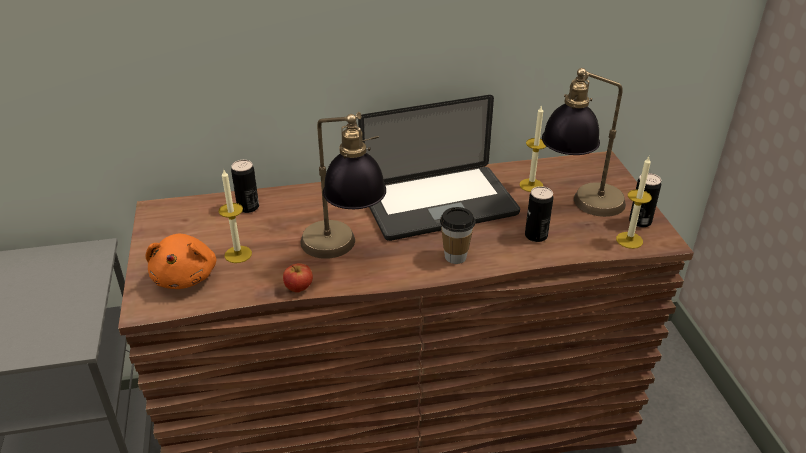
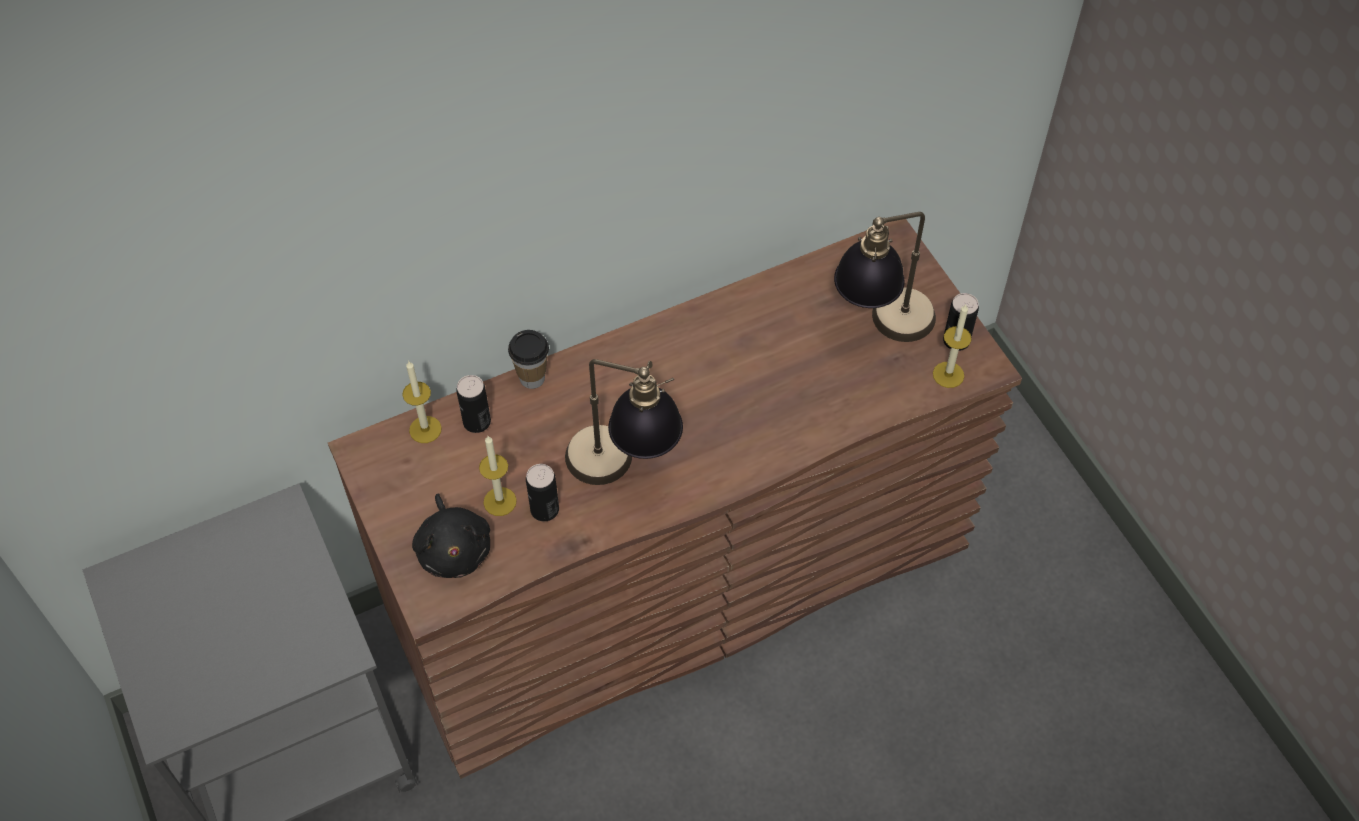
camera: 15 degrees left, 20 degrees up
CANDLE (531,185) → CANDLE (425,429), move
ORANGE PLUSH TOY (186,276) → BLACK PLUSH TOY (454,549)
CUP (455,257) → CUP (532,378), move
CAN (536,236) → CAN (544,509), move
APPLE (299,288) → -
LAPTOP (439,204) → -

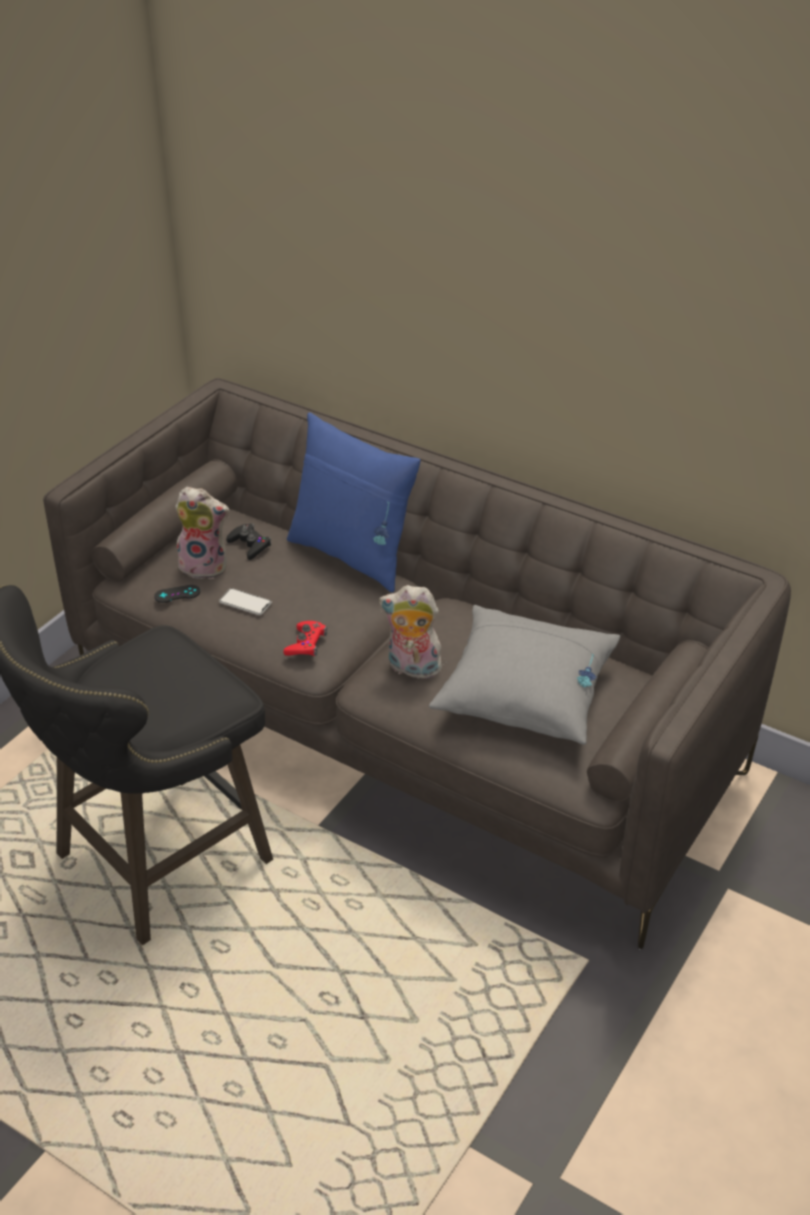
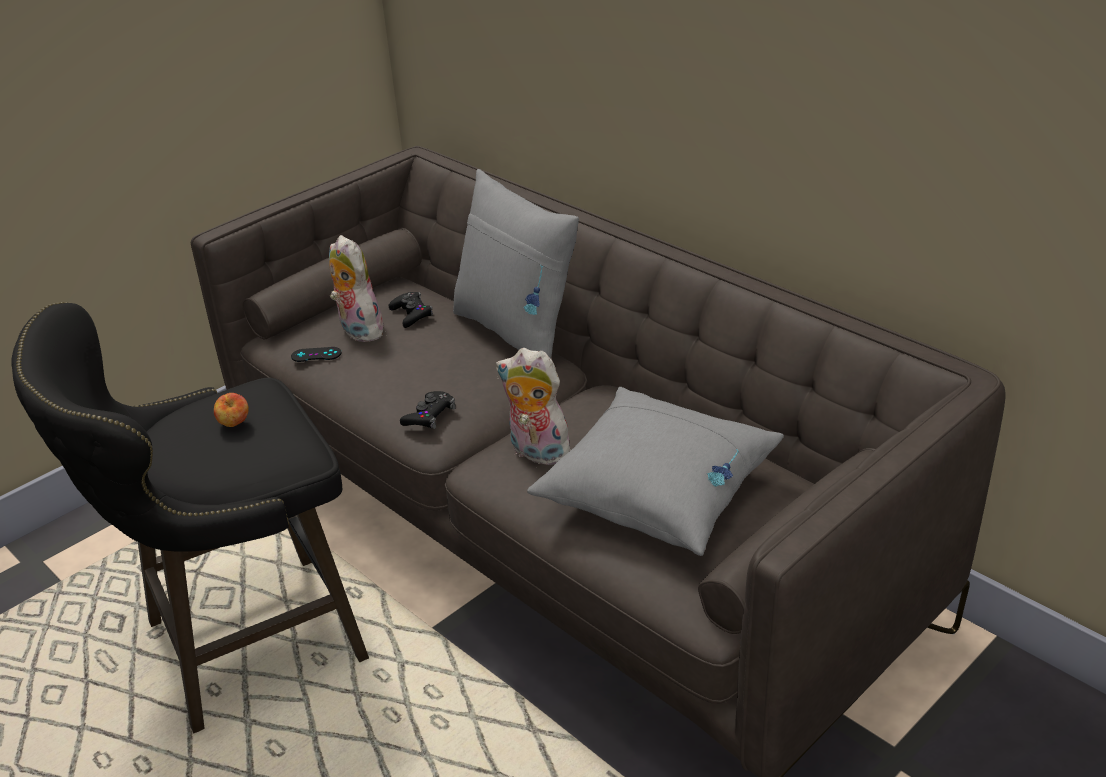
camera: 15 degrees right, 5 degrees down
- → APPLE (234,424)
PLUSH TOY (206,566) → PLUSH TOY (358,330), 150 degrees counterclockwise
RED GAME CONTROLLER (306,644) → BLACK GAME CONTROLLER (429,416)
BLUE PILLOW (351,556) → GREY PILLOW (516,333)
PHONE (245,603) → -

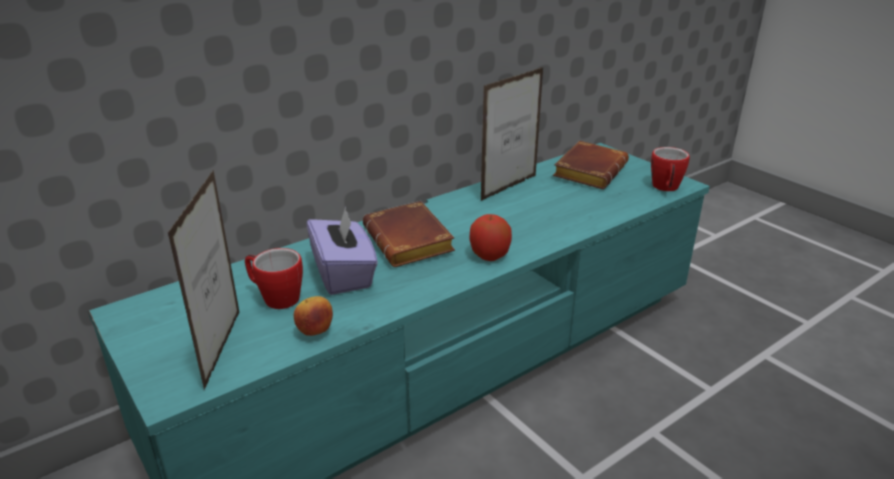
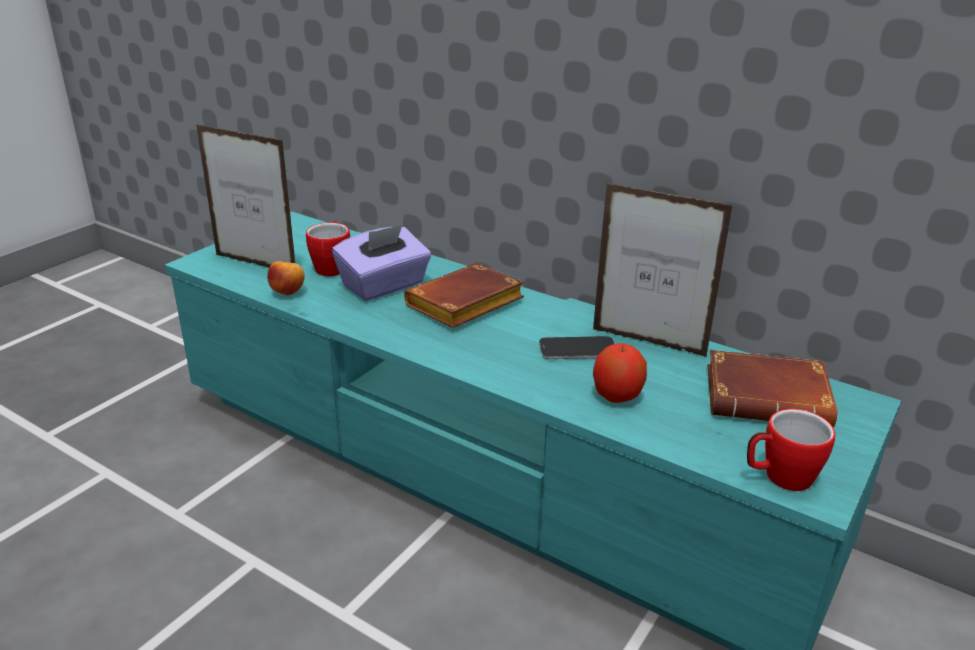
camera: 70 degrees right, 0 degrees up
PICTURE FRAME (223,348) → PICTURE FRAME (256,265), 135 degrees counterclockwise
- → PHONE (577,349)
APPLE (489,256) → APPLE (617,396), move

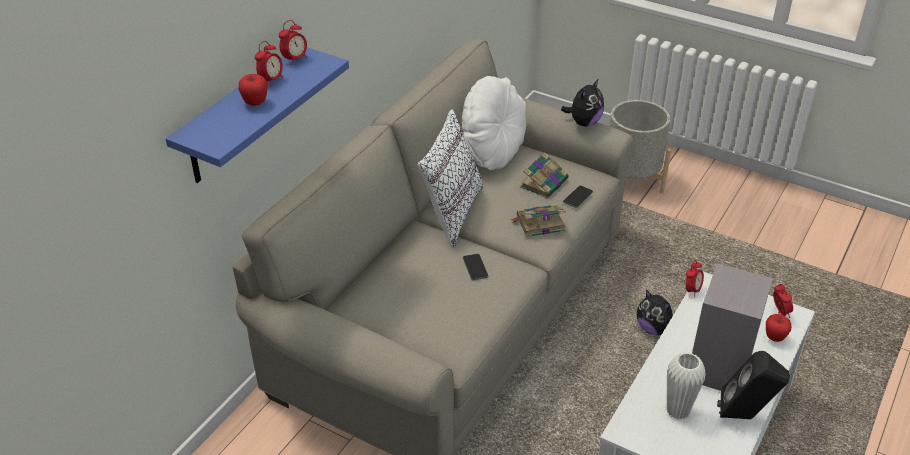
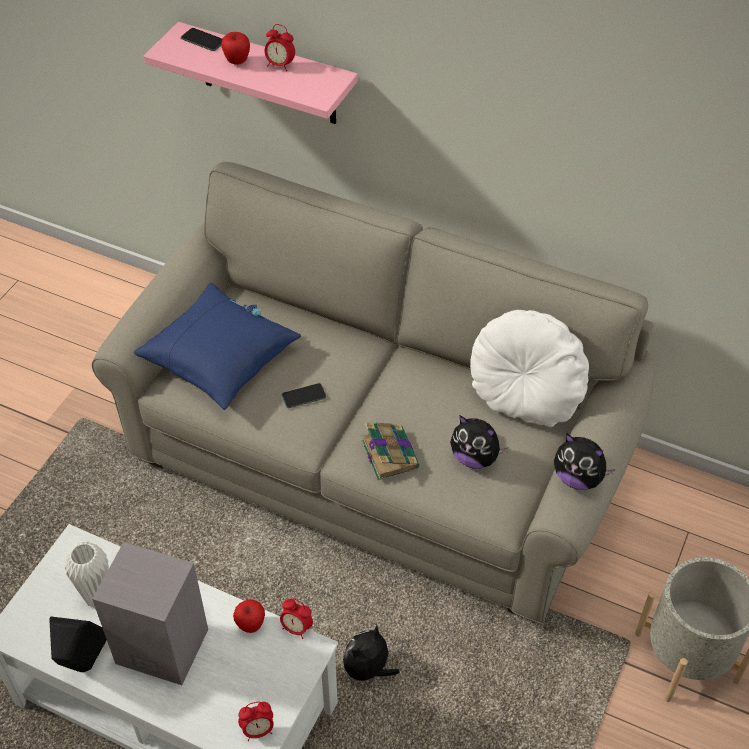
camera: 85 degrees right, 10 degrees up
- → BLUE PILLOW (219,359)
BLUE SHELF (240,116) → PINK SHELF (268,75)
PHONE (578,197) → PHONE (203,40), move
APPLE (774,337) → APPLE (250,625), move
BOOK (544,182) → PLUSH TOY (475,458)
ALARM CLOCK (295,59) → -
WHITE PILLOW (453,214) → -

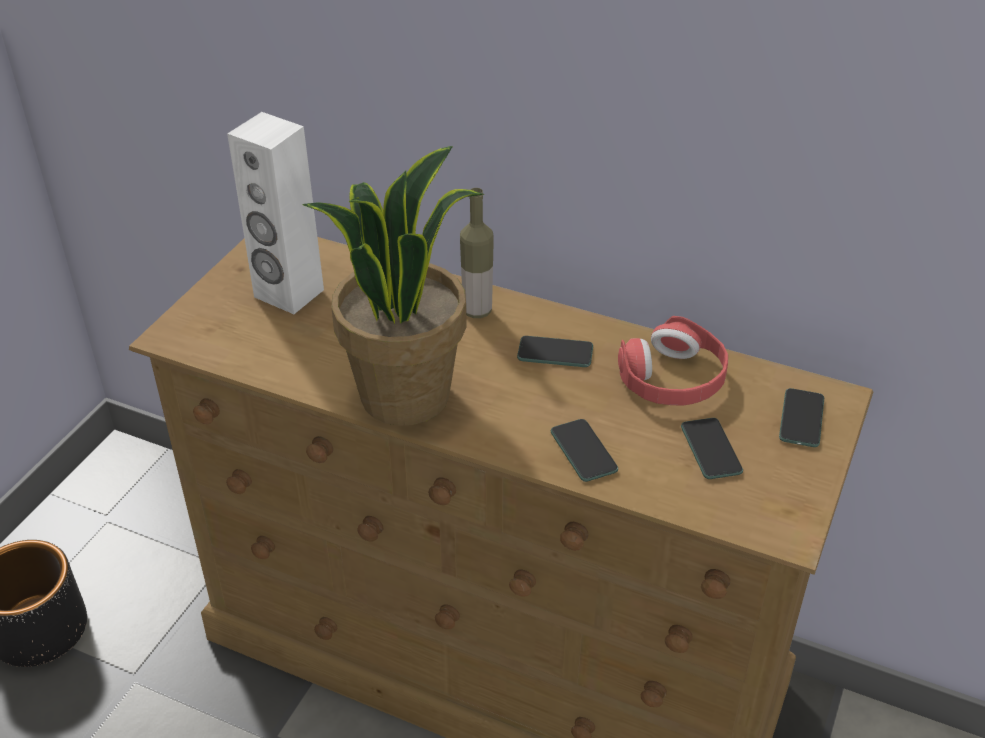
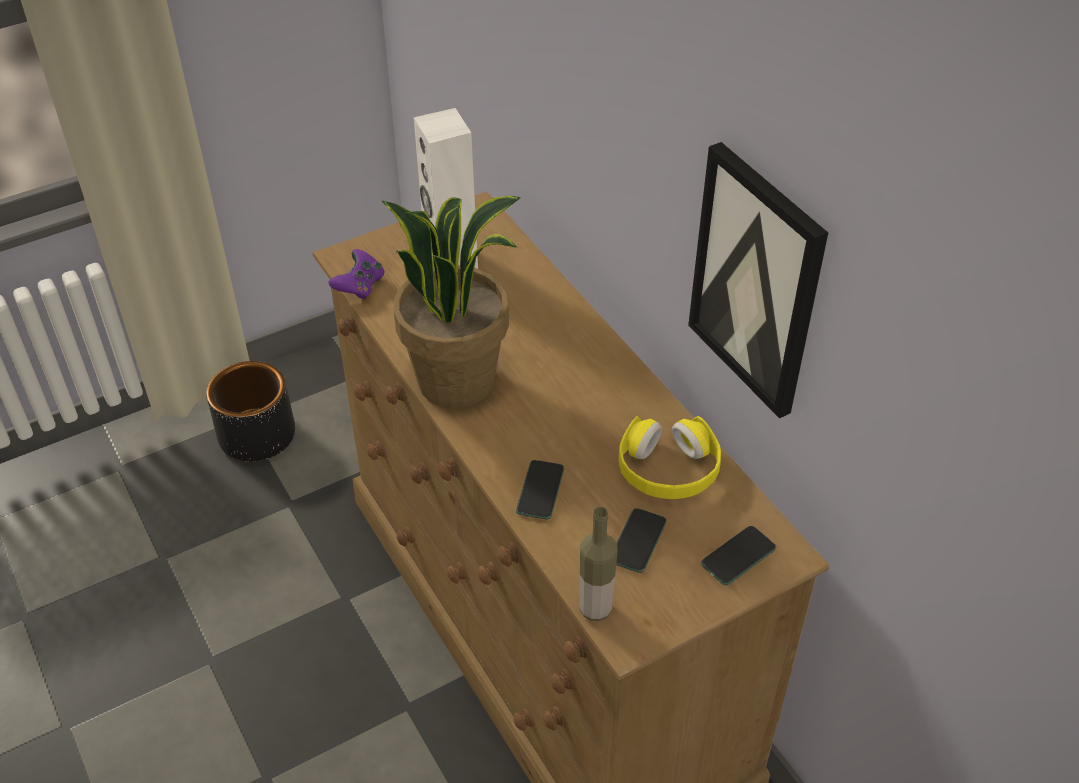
camera: 35 degrees right, 5 degrees up
- → PURPLE GAME CONTROLLER (360,286)
BOTTLE (477,311) → BOTTLE (595,609), move
RED HEADPHONES (672,378) → YELLOW HEADPHONES (668,468)
- → PICTURE (757,281)
PHONE (555,353) → -

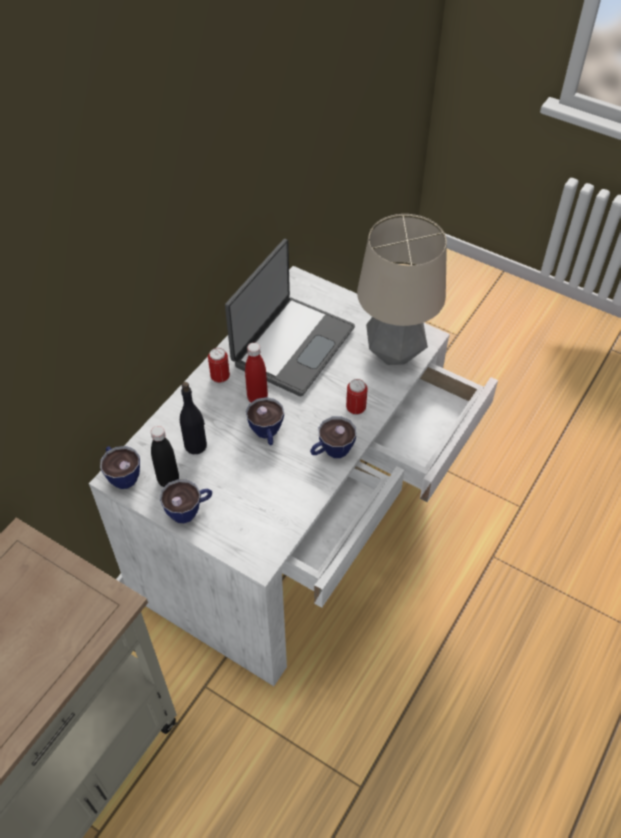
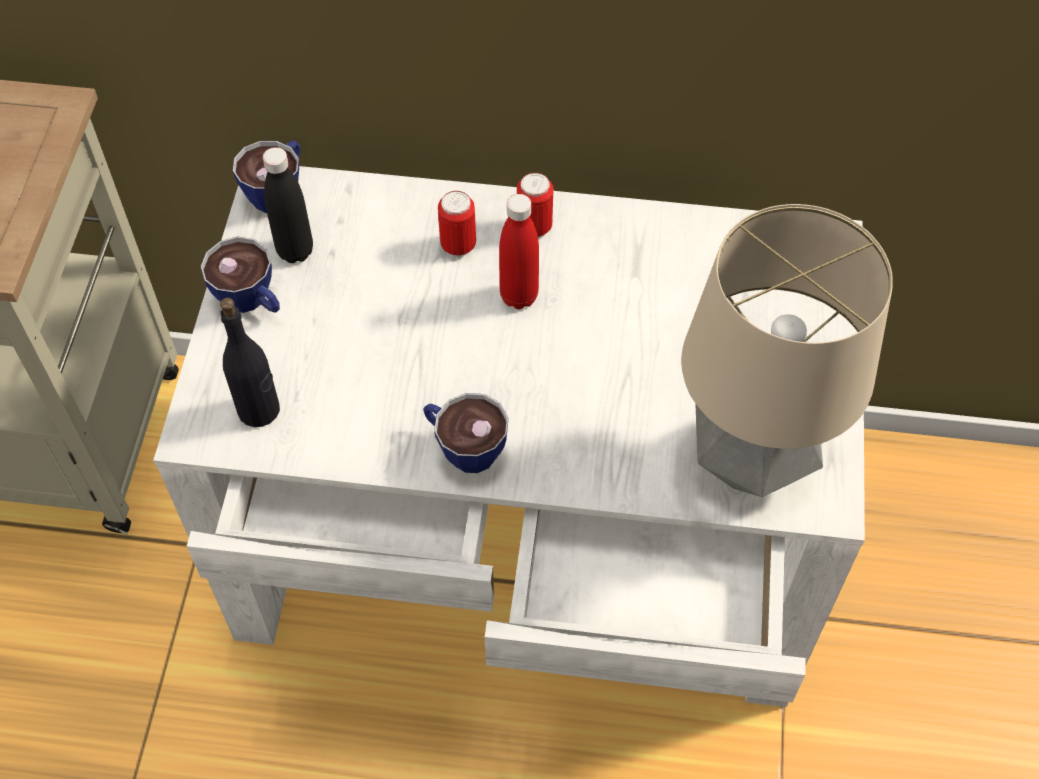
camera: 65 degrees right, 5 degrees up
BLACK BOTTLE (196,445) → BLACK BOTTLE (259,410), move
CAN (355,409) → CAN (458,246), move
LAPTOP (291,345) → -
CUP (267,434) → -

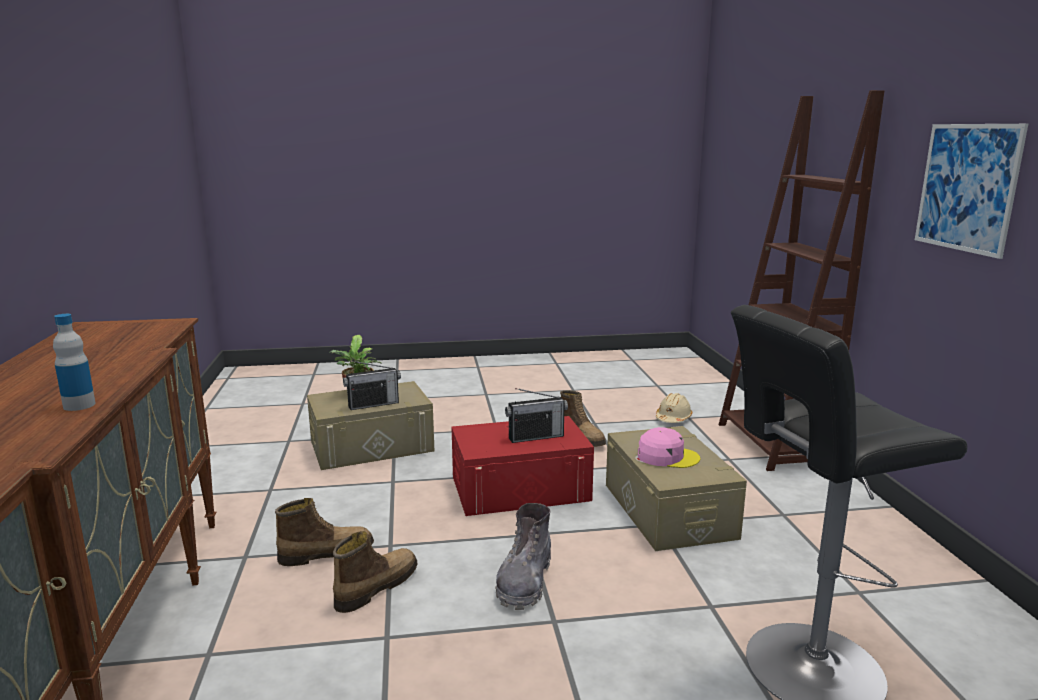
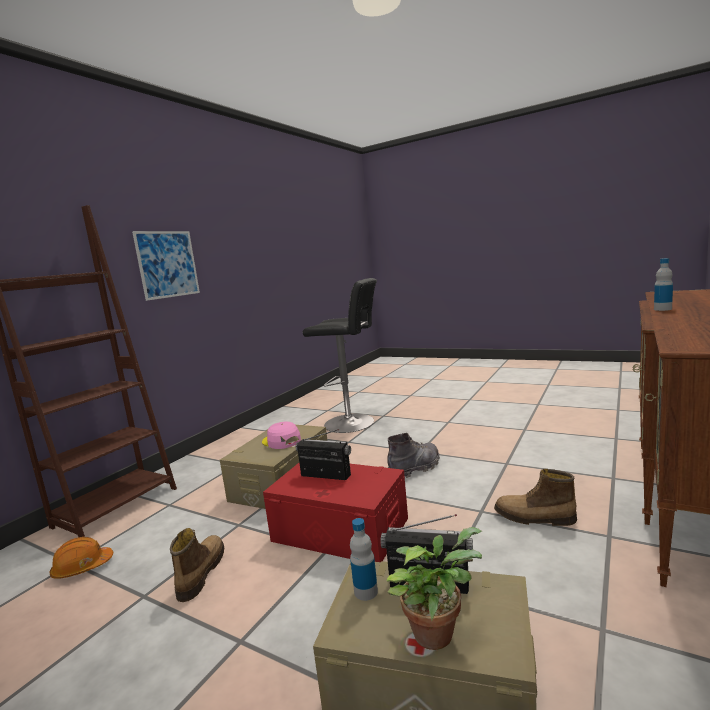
camera: 140 degrees left, 5 degrees down
BEIGE HARD HAT (673,418) → ORANGE HARD HAT (82,568)
- → BOTTLE (366,591)
BOOT (375,587) → -

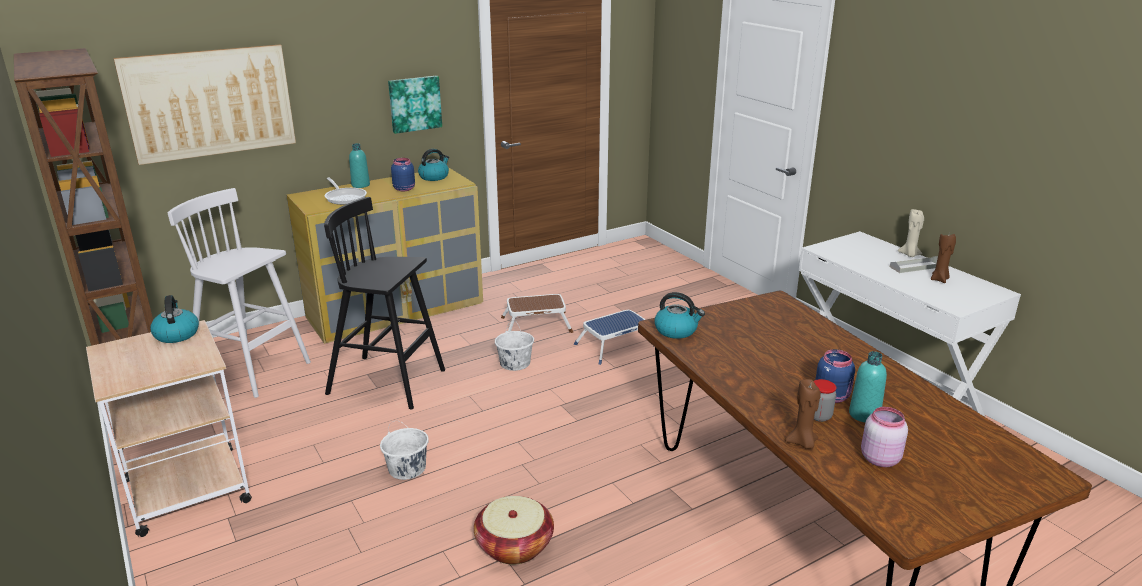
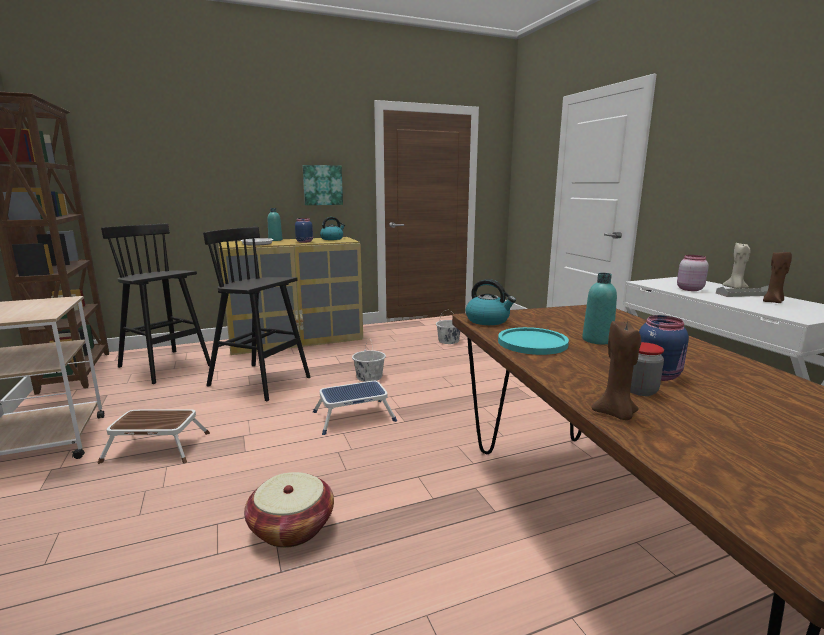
camera: 10 degrees right, 10 degrees down
BROWN STEP LADDER (536,325) → BROWN STEP LADDER (156,447), move
WHITE STOOL (252,369) → BLACK STOOL (166,367)
BLUE STEP LADDER (615,345) → BLUE STEP LADDER (354,416), move
WHITE BUCKET (407,469) → WHITE BUCKET (448,341), move
- → TURQUOISE PLATE (532,343)
TURQUOISE BOTTLE (864,415) → TURQUOISE BOTTLE (597,340), move
PINK JAR (878,458) → PINK JAR (689,289), move
PICTURE (210,103) → -
KETTLE (176,334) → -

